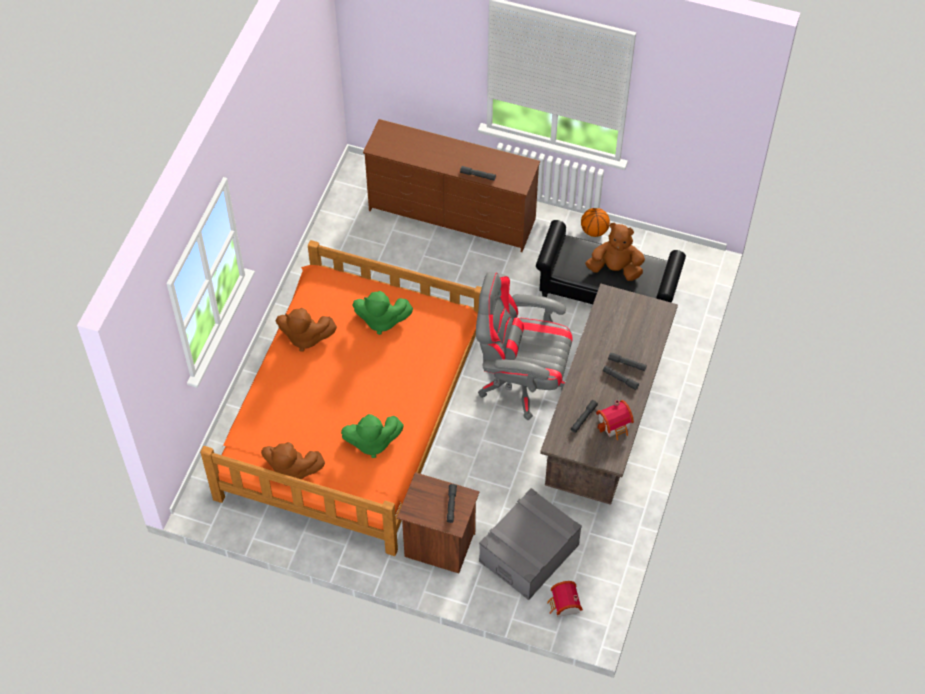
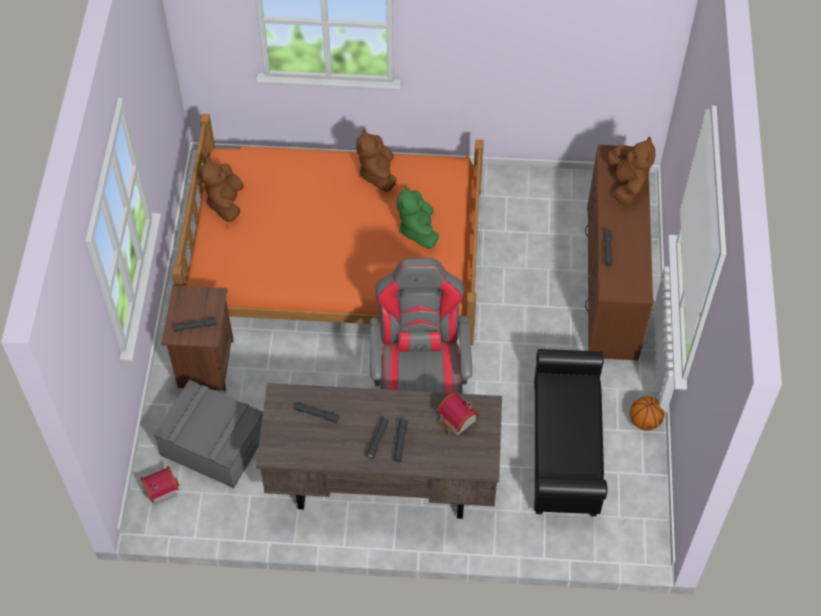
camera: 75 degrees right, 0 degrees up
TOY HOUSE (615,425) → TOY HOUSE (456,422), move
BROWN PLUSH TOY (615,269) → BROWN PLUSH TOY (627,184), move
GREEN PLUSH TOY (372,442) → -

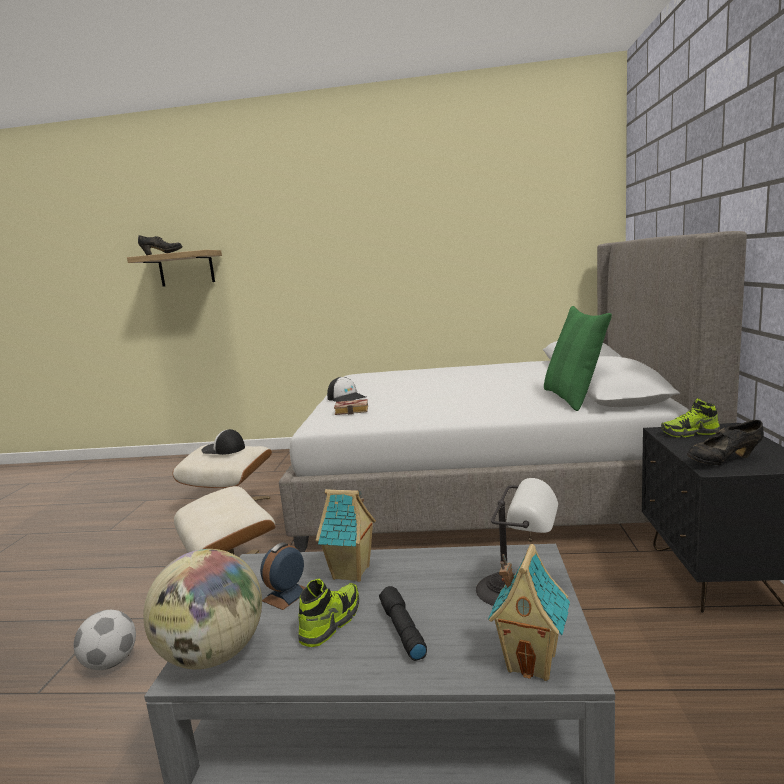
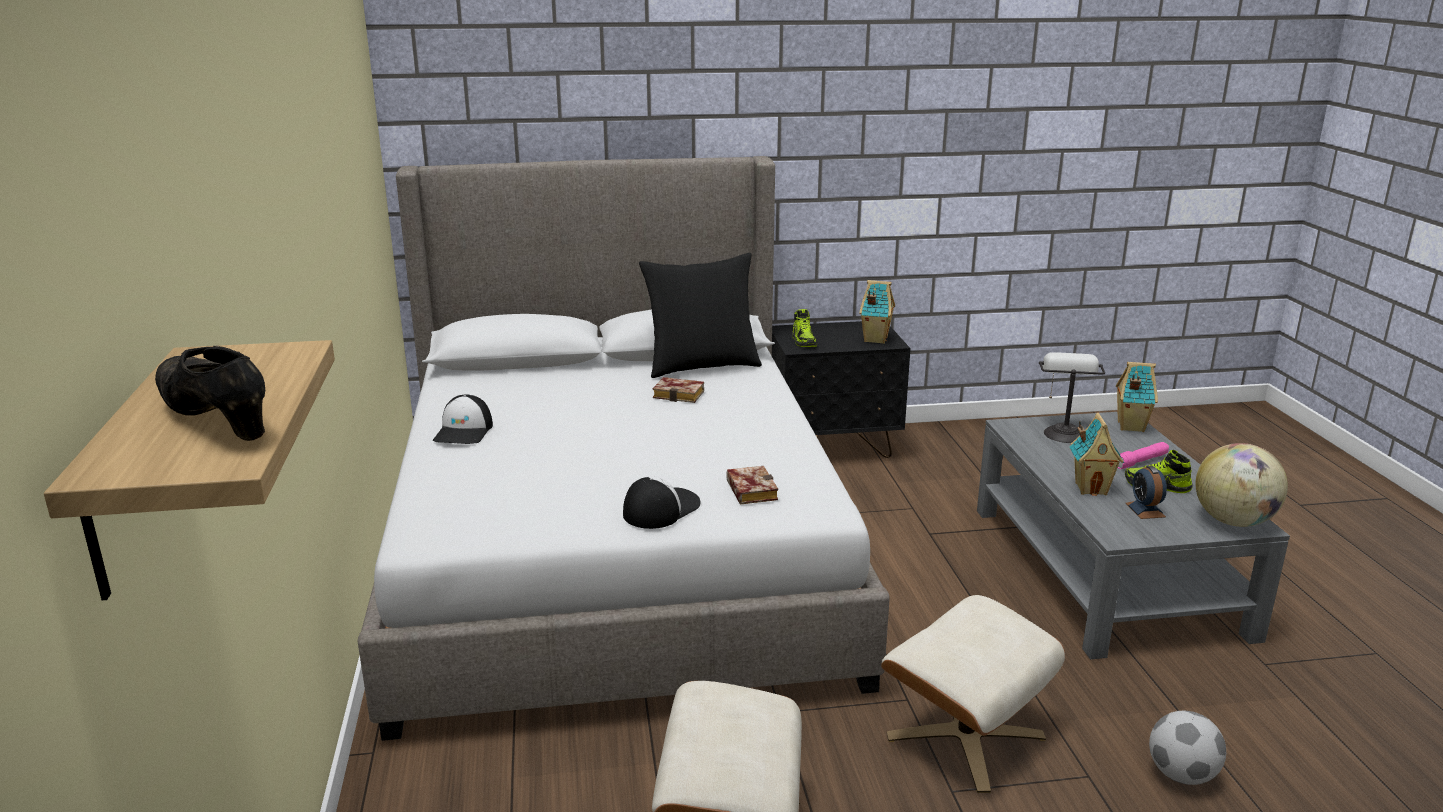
camera: 105 degrees left, 10 degrees up
CAP (223,449) → CAP (464,432), move
GREEN PILLOW (573,398) → BLACK PILLOW (702,366)
- → BOOK (681,394)
BLACK SHOE (723,461) → TOY HOUSE (874,339)
BLACK FLASHLIGHT (401,630) → PINK FLASHLIGHT (1140,462)
ALARM CLOCK (286,595) → ALARM CLOCK (1145,510), 60 degrees clockwise

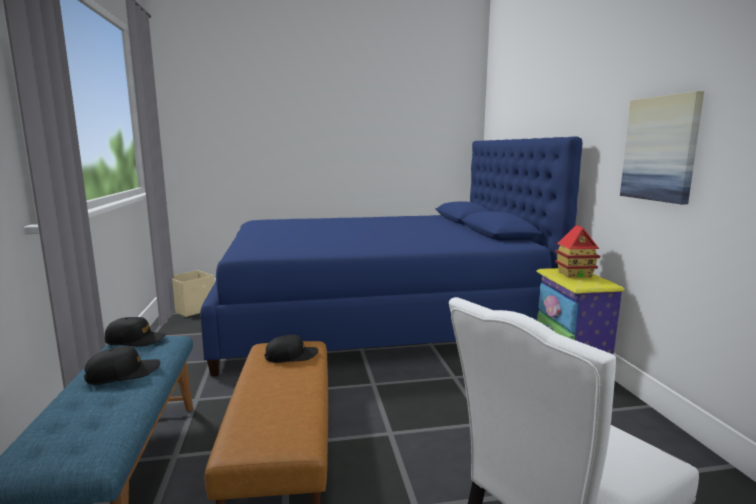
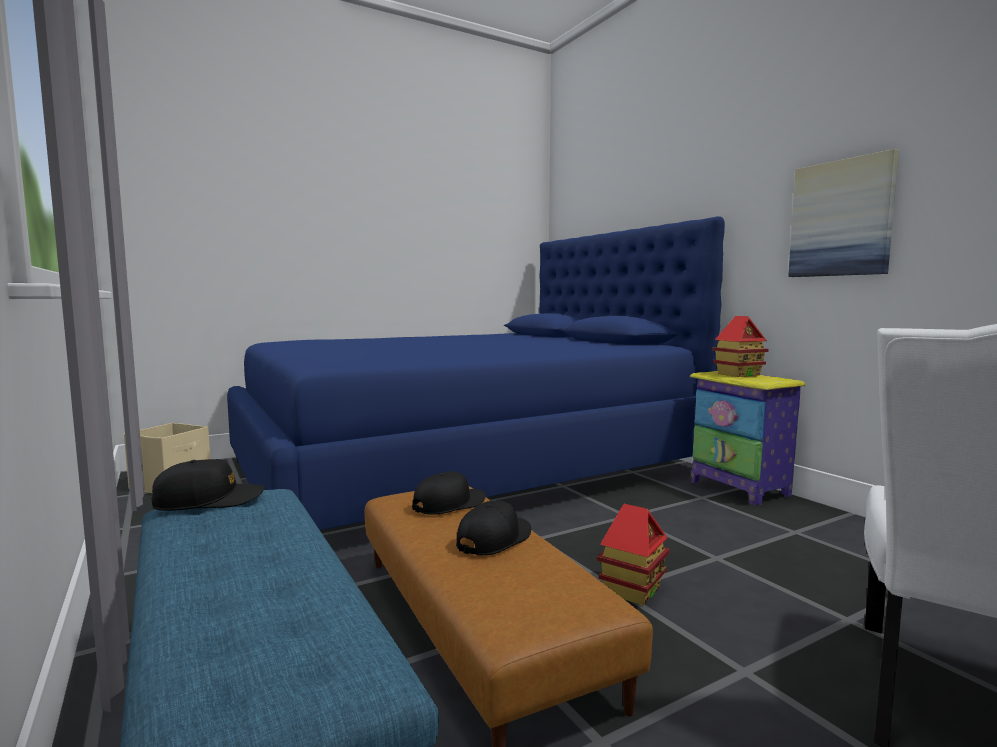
camera: 20 degrees left, 5 degrees down
BLACK CAP (123,373) → BLACK CAP (494,539), move
- → TOY HOUSE (632,590)

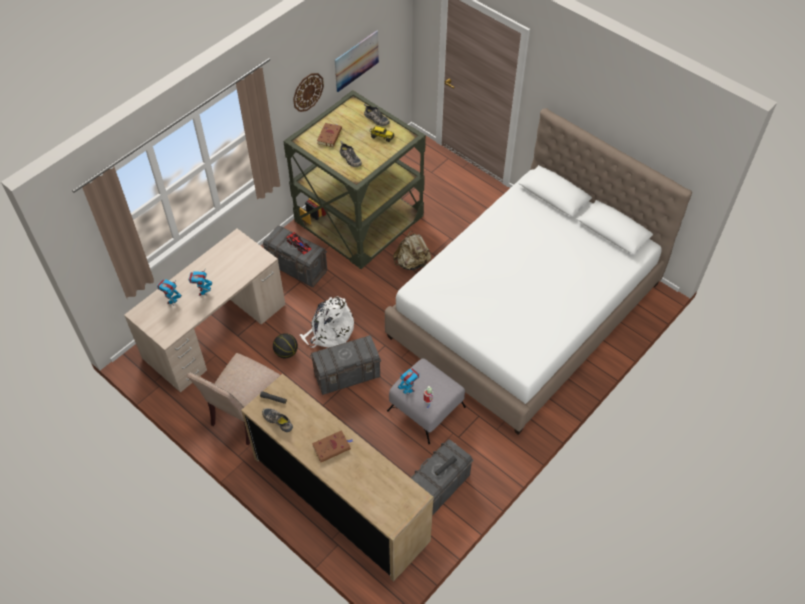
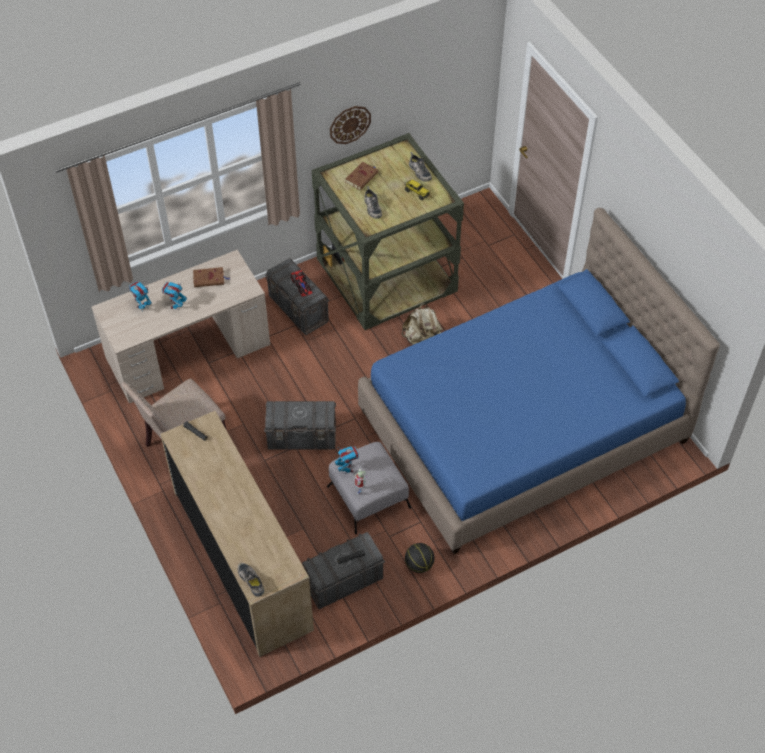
camera: 20 degrees right, 0 degrees up
BROWN BOOK (332,447) → BROWN BOOK (210,279), move
SHOE (278,420) → SHOE (252,580), move
WHITE BED (525,310) → BLUE BED (523,426)
BASKETBALL (286,352) → BASKETBALL (419,565), move
WHITE BACKPACK (329,332) → -
PICTURE (356,60) → -

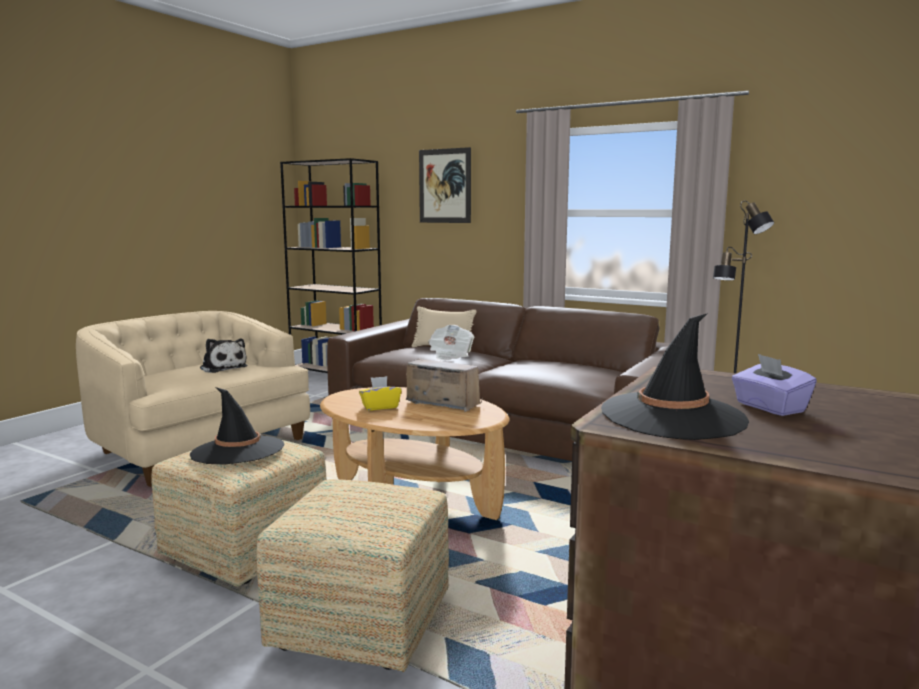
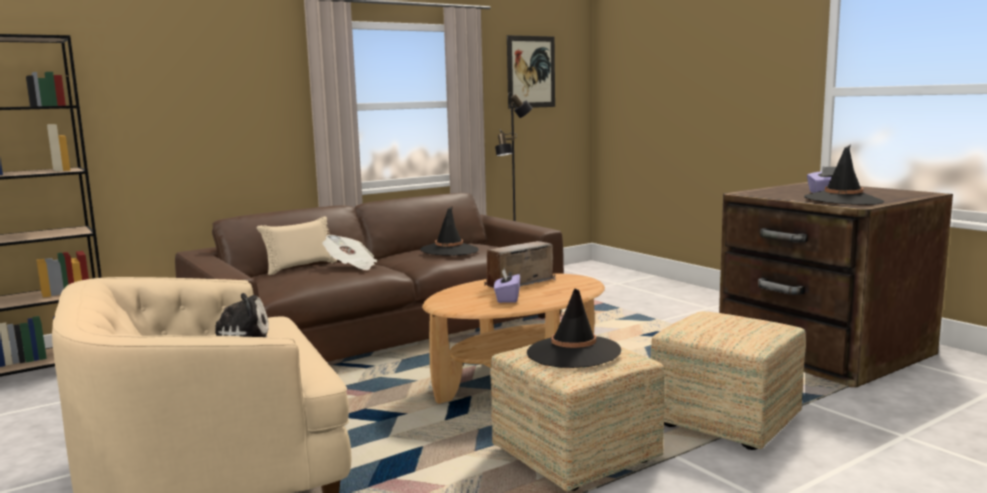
camera: 65 degrees left, 0 degrees up
- → BLACK HAT (449,250)
YELLOW TISSUE BOX (380,407) → PURPLE TISSUE BOX (507,299)
PICTURE (445,186) → PICTURE (531,72), move

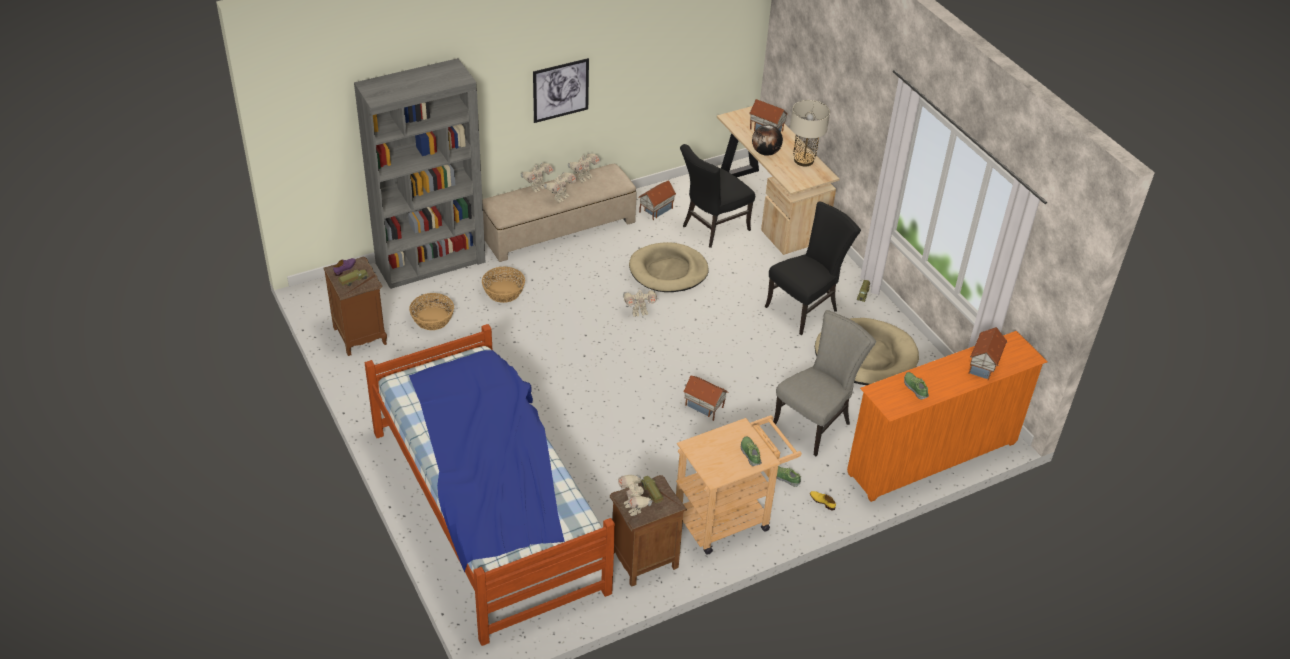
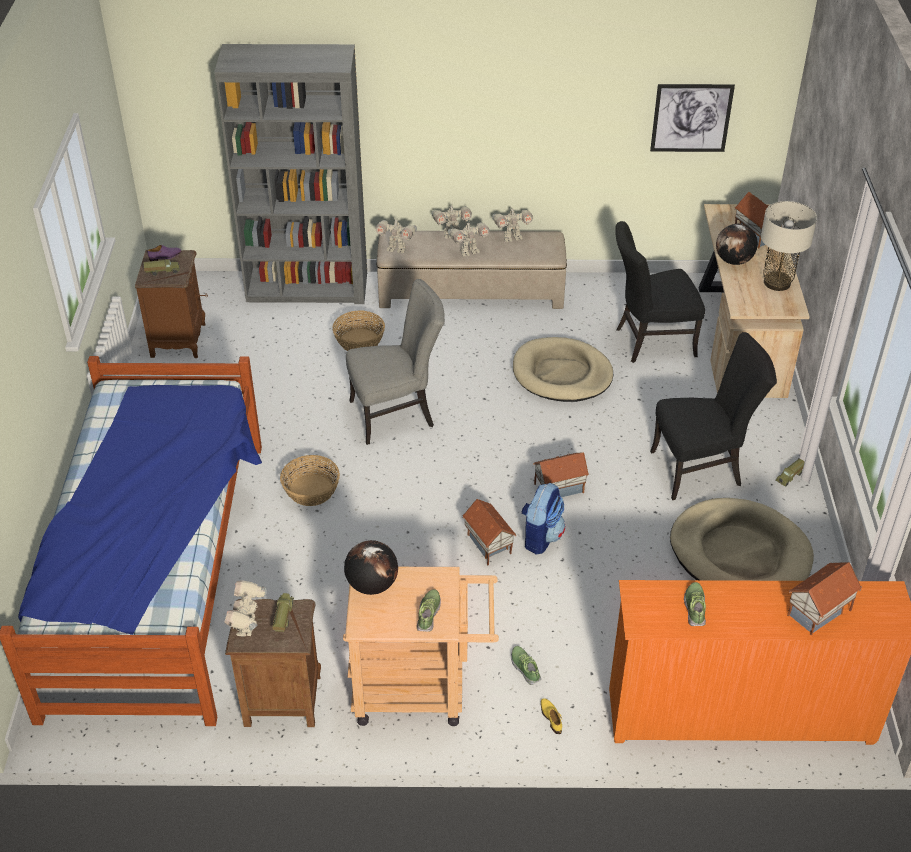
camera: 30 degrees right, 0 degrees up
BASKET (432,319) → BASKET (311,490), move
- → GLOBE (372,585)
GREY CHAIR (815,423) → GREY CHAIR (397,414), move
TOY ROBOT (639,312) → TOY ROBOT (396,249), move
- → BACKPACK (540,537)
TOY HOUSE (655,210) → TOY HOUSE (558,488), move
PICTURE (560,90) → PICTURE (691,118), move

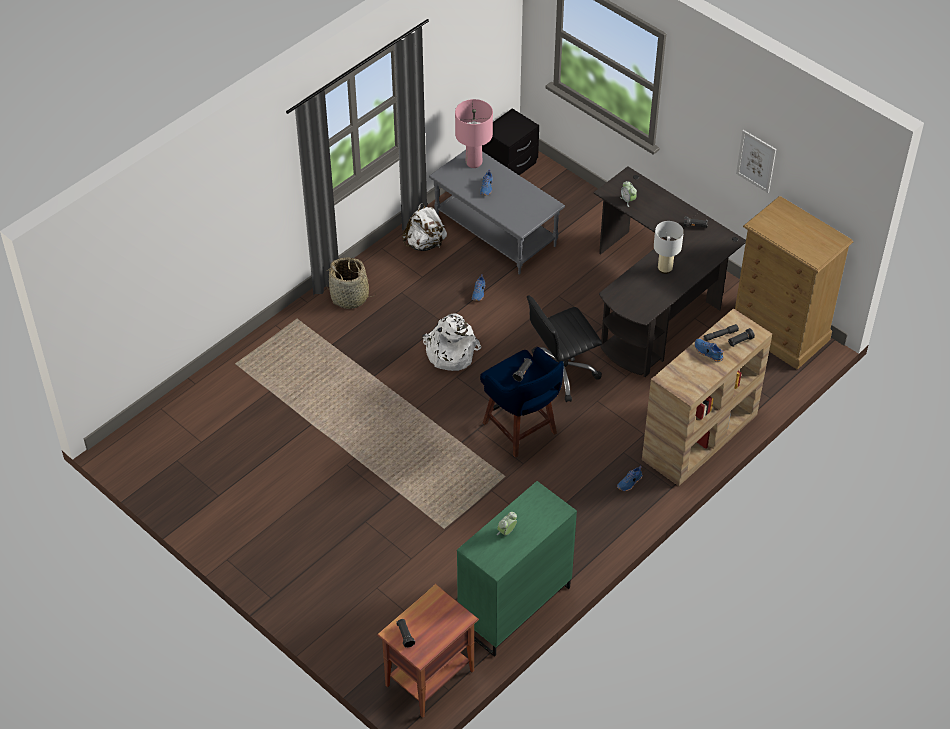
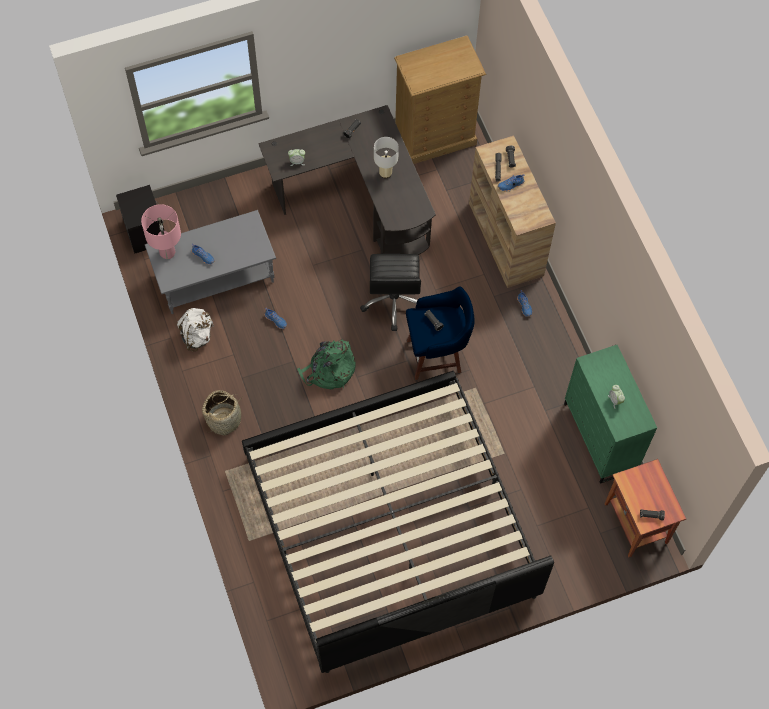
camera: 65 degrees left, 15 degrees up
- → BED (390,526)
WHITE BACKPACK (450,353) → GREEN BACKPACK (329,370)
PICTURE (756,161) → -

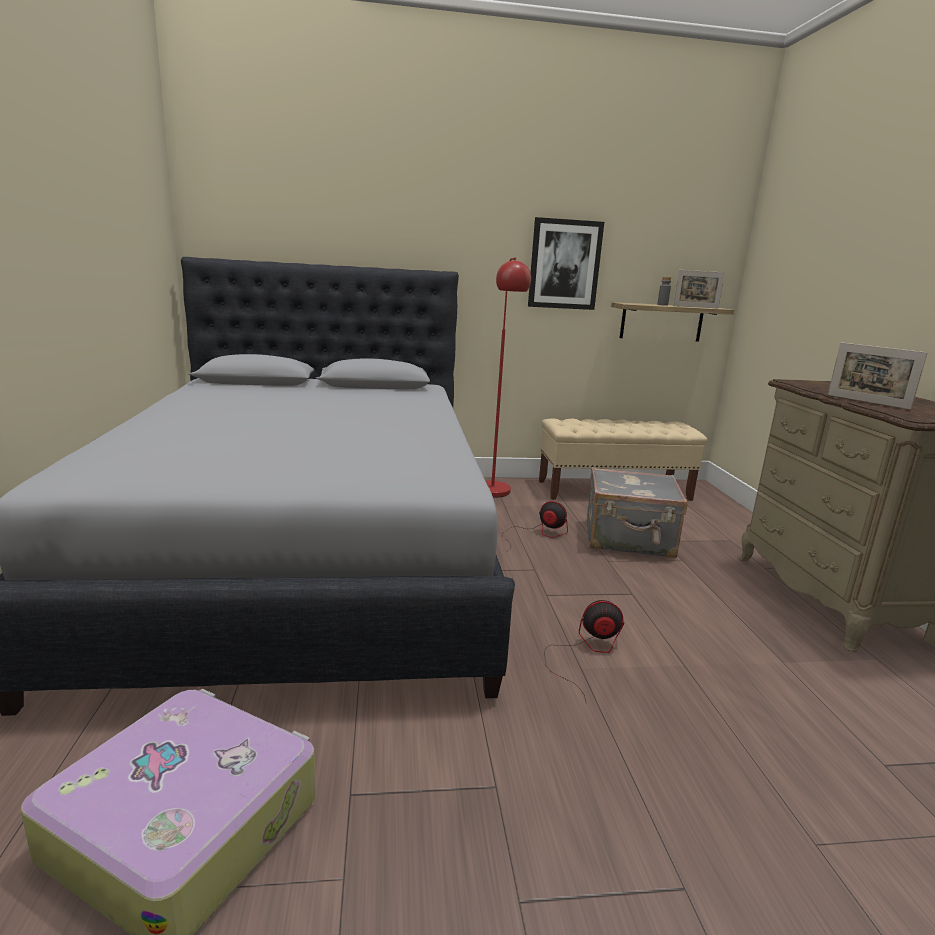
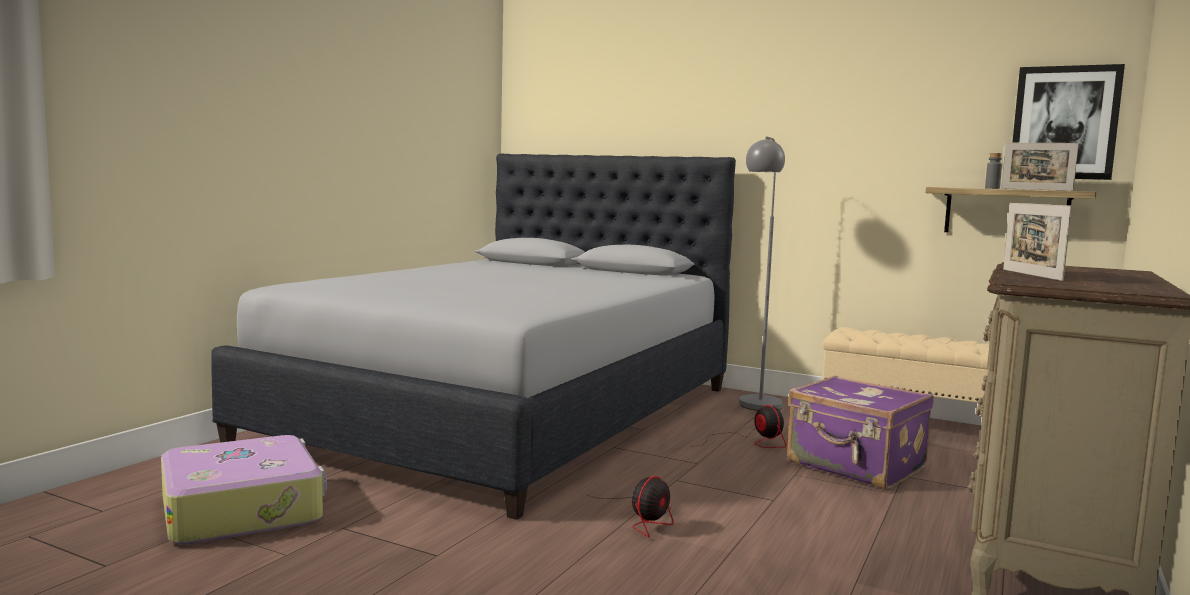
camera: 35 degrees right, 10 degrees down
FAN (586,652) → FAN (644,519), 90 degrees clockwise
RED FLOOR LAMP (494,495) → GREY FLOOR LAMP (756,408)
GREY SUITCASE (629,540) → PURPLE SUITCASE (855,466)
PICTURE (564,264) → PICTURE (1064,123), move

